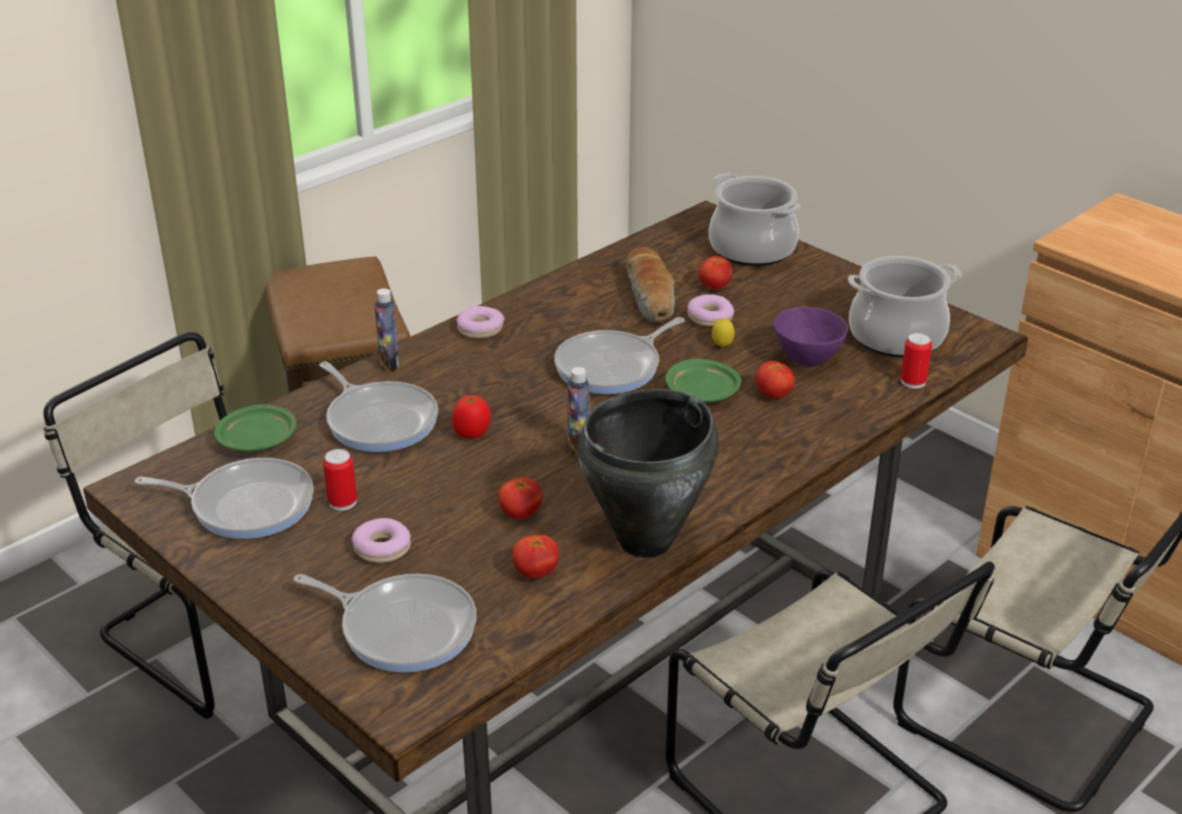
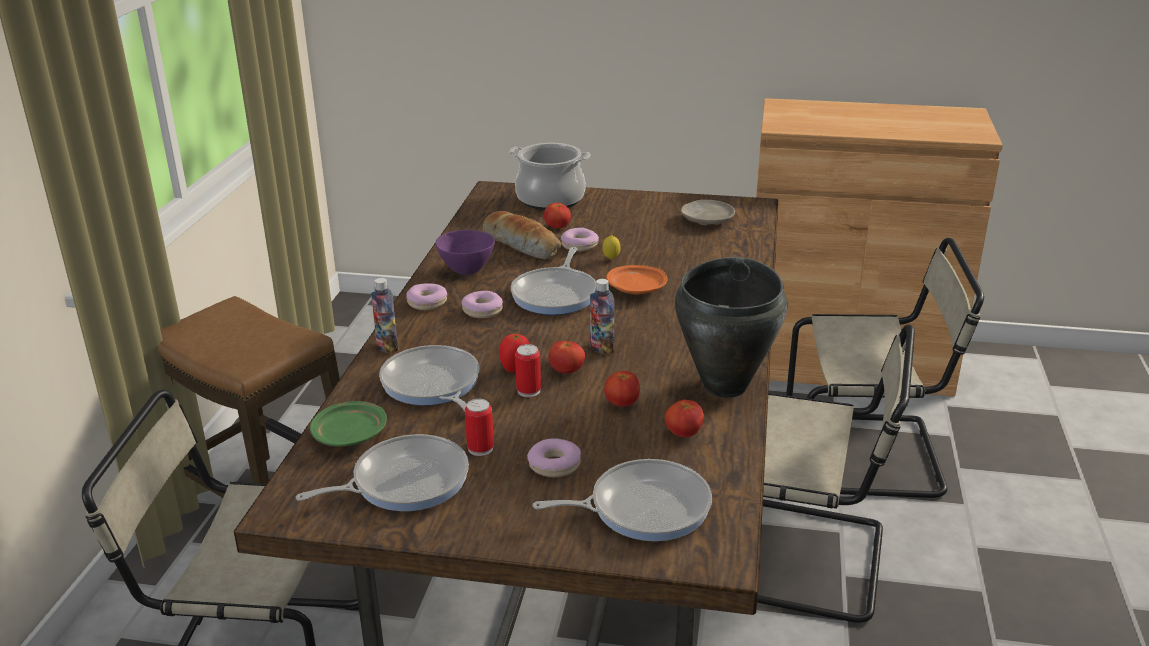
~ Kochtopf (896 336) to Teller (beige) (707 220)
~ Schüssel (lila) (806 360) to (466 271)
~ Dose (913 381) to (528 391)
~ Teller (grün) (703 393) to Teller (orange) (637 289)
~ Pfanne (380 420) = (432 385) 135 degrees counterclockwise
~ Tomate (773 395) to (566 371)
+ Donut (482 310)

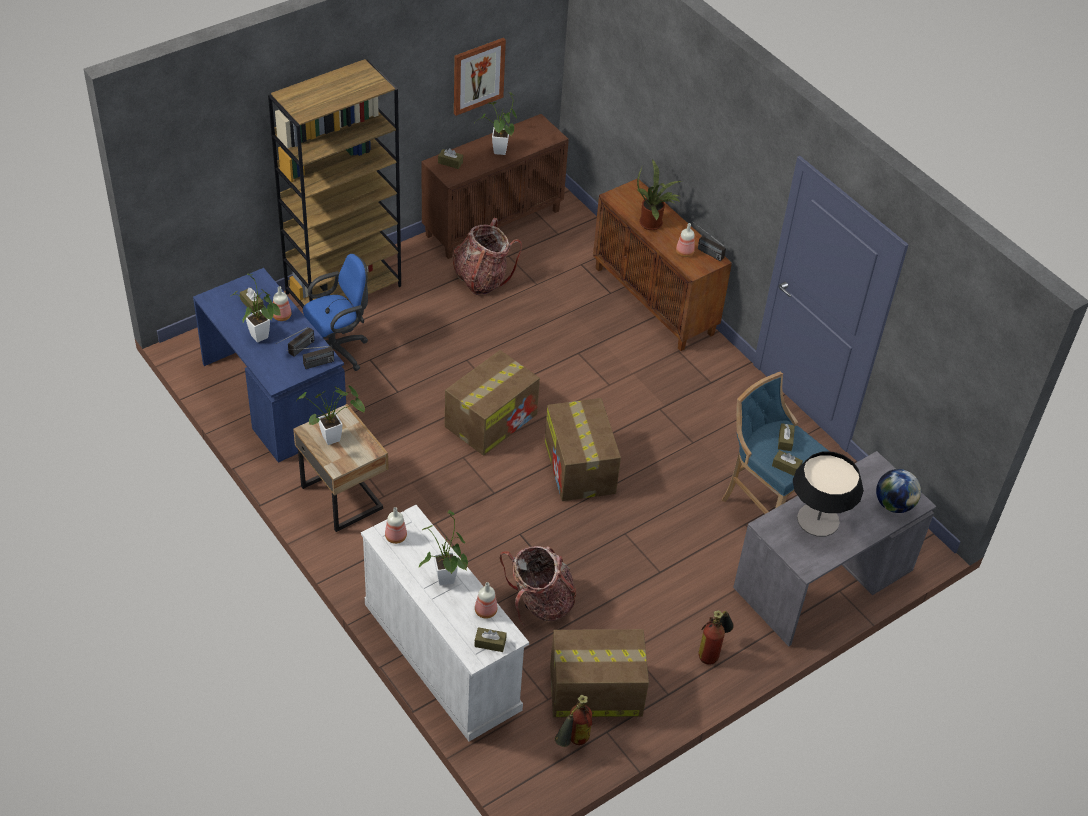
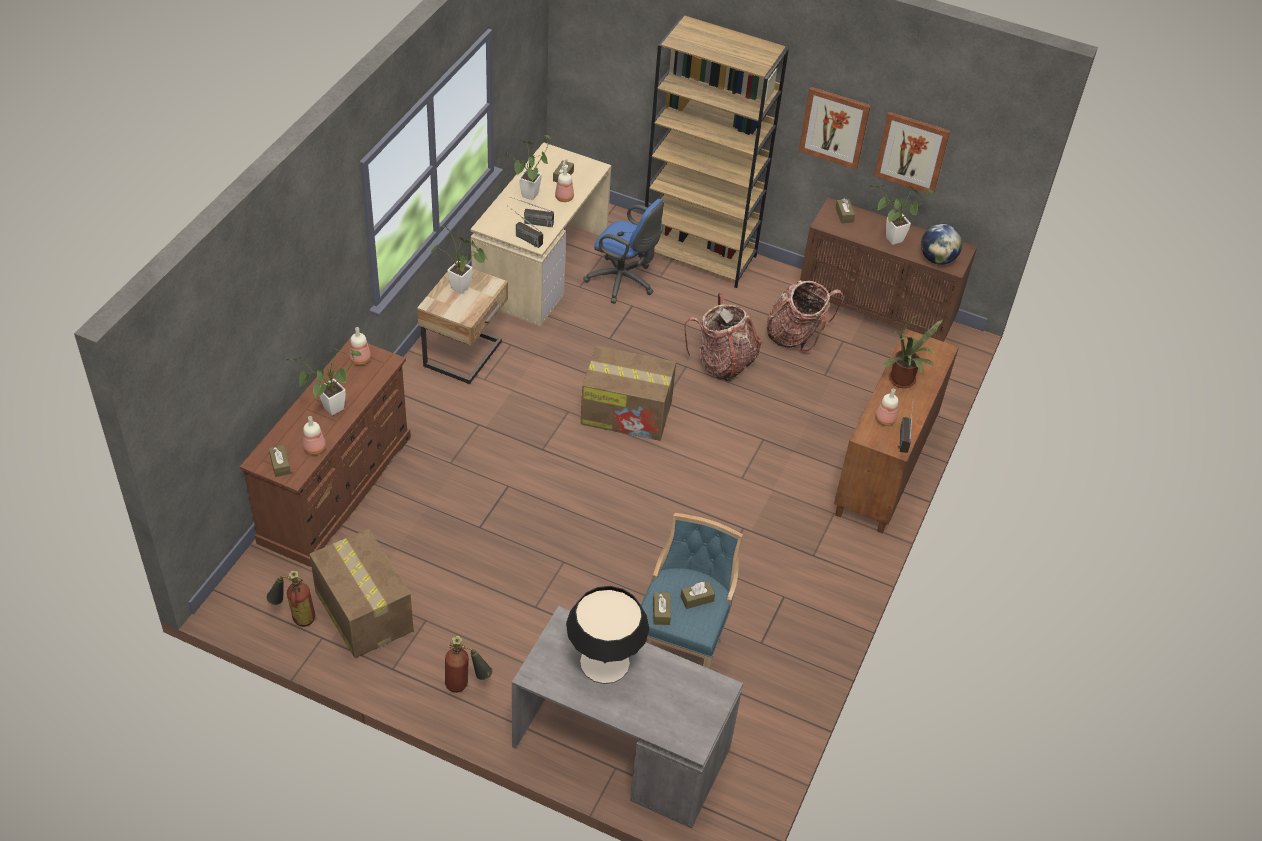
~ Schreibtisch (blau) (272 396) to Schreibtisch (beige) (541 267)
- Karton (580 468)
~ Globus (894 504) to (937 259)
~ Kommode (weiß) (441 655) to Kommode (braun) (336 488)
~ Rucksack (540 603) to (723 362)
+ Bild (834 127)

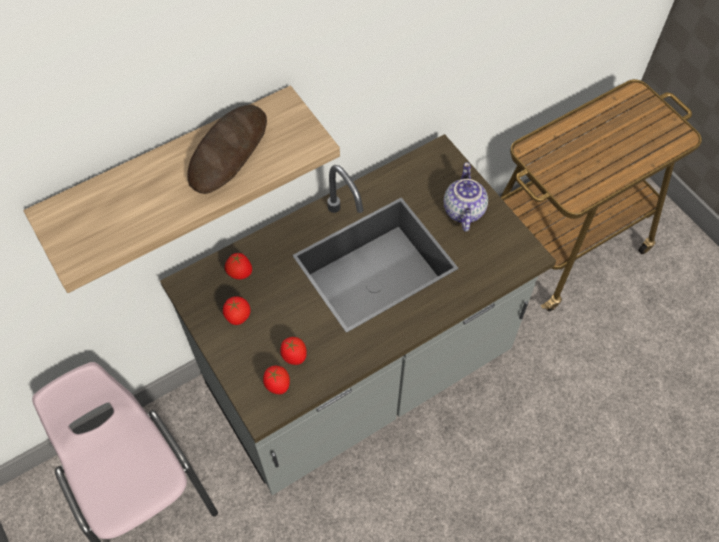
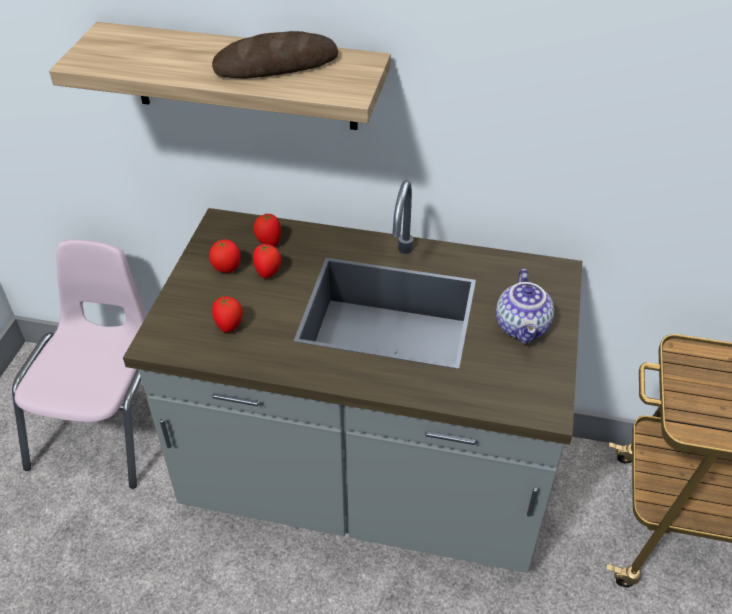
~ Teekanne (462 210) = (523 327) 135 degrees clockwise
~ Tomate (277 385) to (268 273)

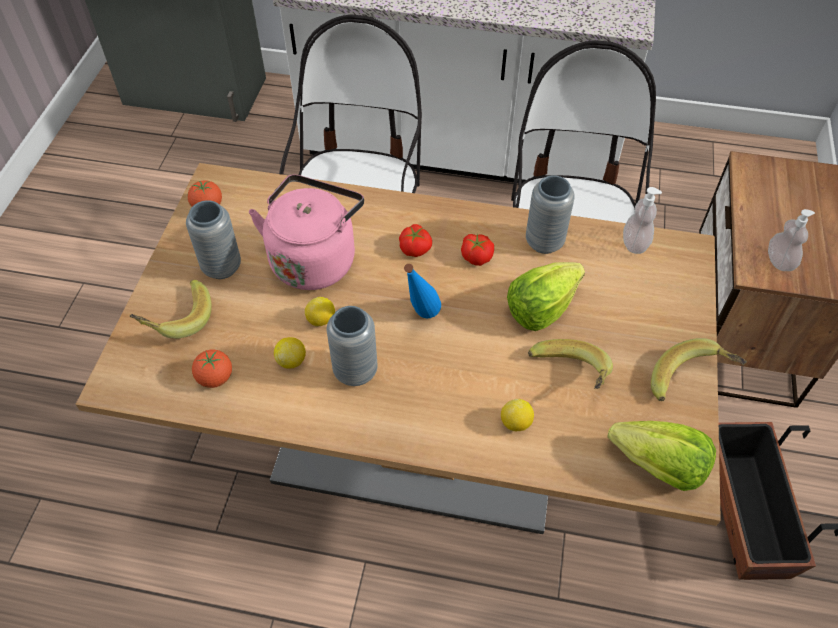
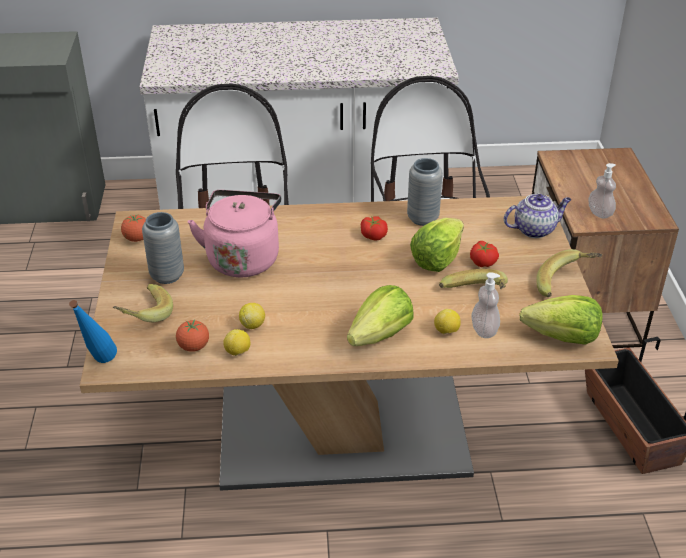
~ Seifenspender (635 243) to (484 330)
~ Tomate (415 248) to (483 262)
~ Flasche (blau) (420 320) to (100 365)
~ Zitrone (321 320) to (238 352)
- Vase (grau) (355 371)
+ Teekanne (535 229)
+ Salatkopf (380 335)

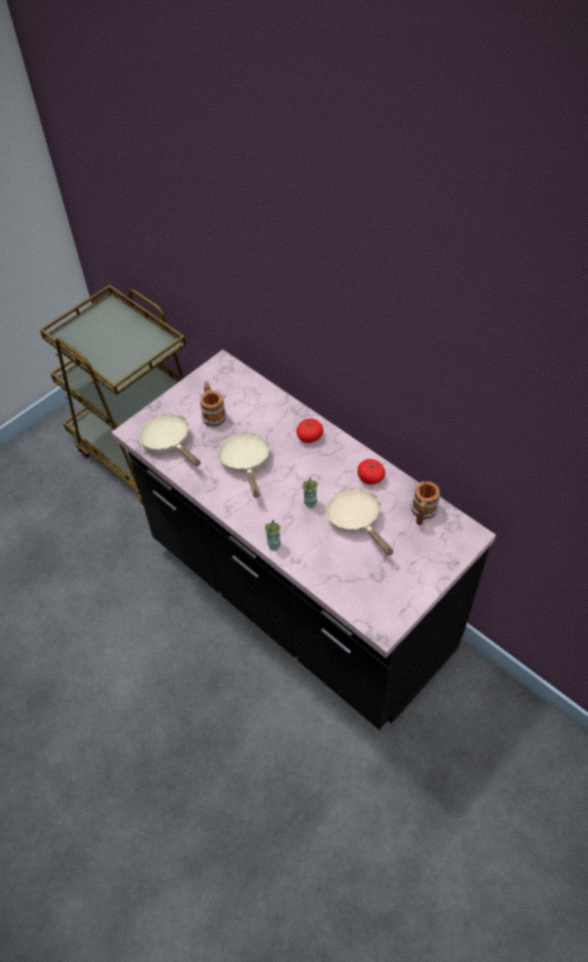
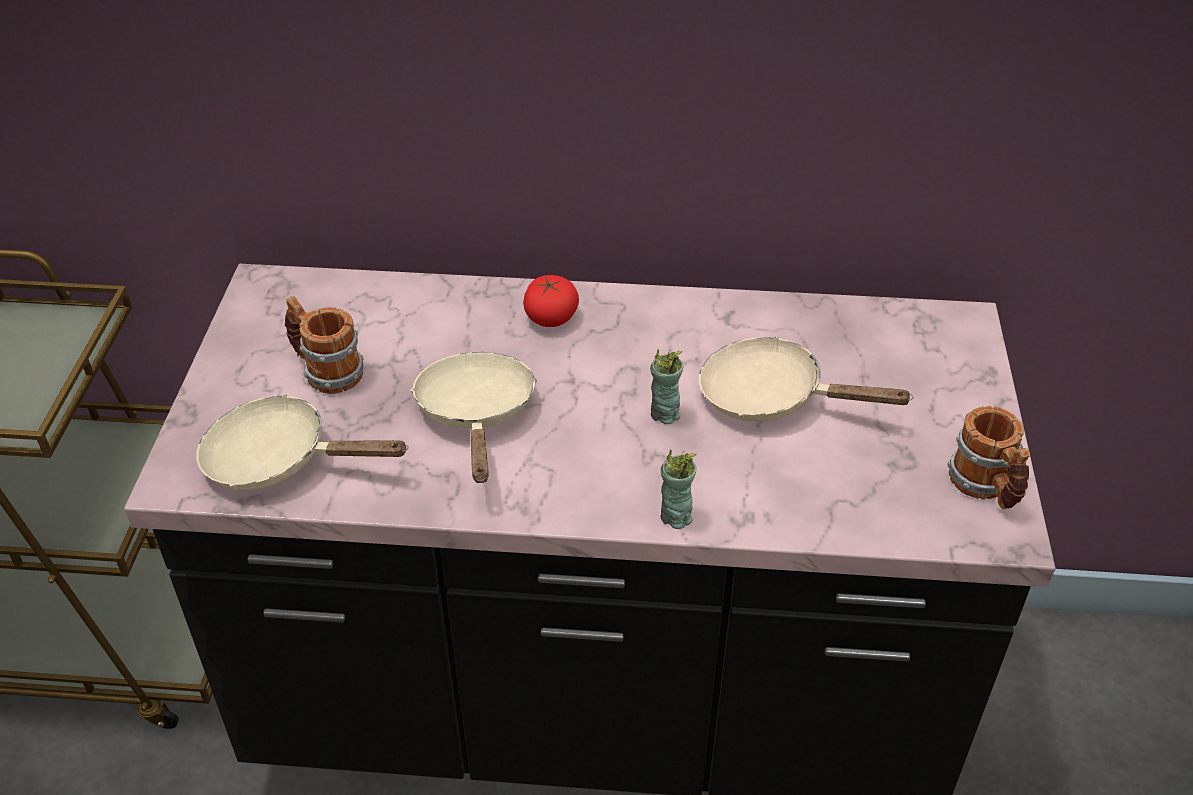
~ Pfanne (beige) (246 462) = (477 414) 45 degrees clockwise
- Tomate (370 477)
~ Henkelbecher (422 514) to (986 487)

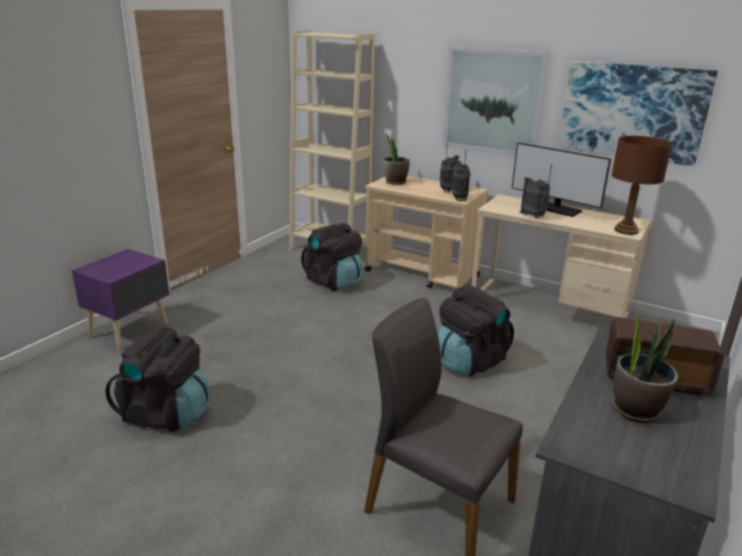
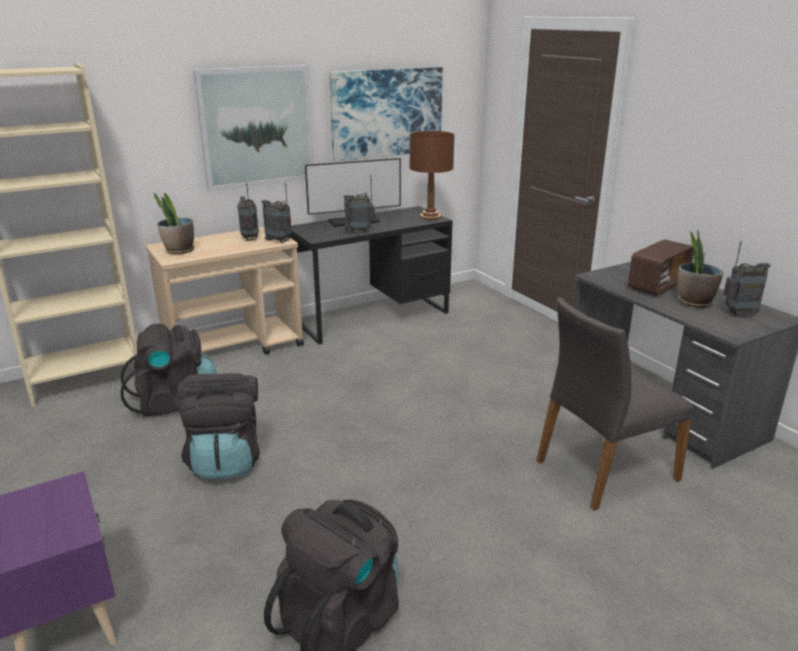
~ Schreibtisch (beige) (548 307) to Schreibtisch (schwarz) (372 317)
~ Rucksack (schwarz) (469 361) to (226 460)
+ Radio (740 313)

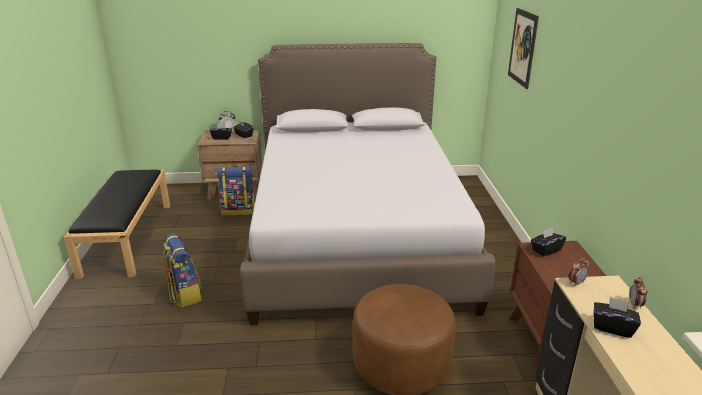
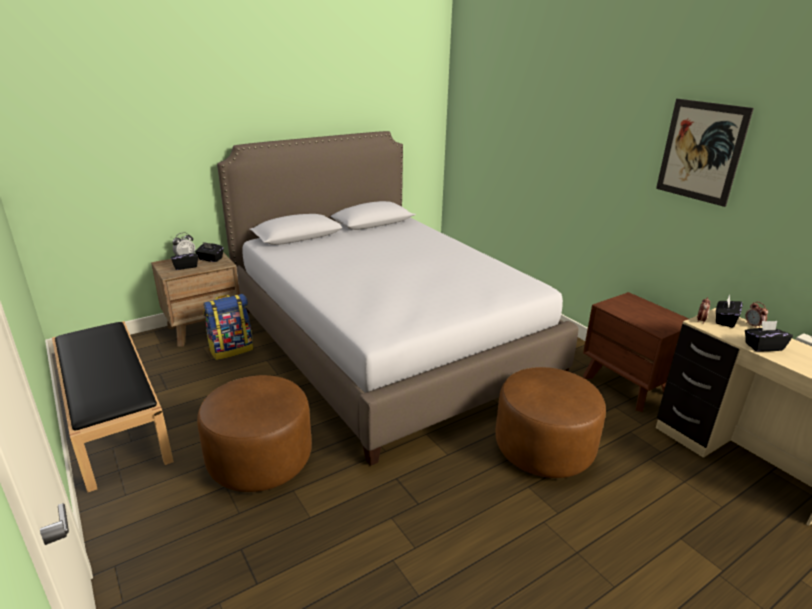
~ Bild (522 47) to (701 151)
~ Taschentuchbox (schwarz) (546 250) to (725 320)
~ Rucksack (184 294) to Polsterhocker (braun) (260 460)

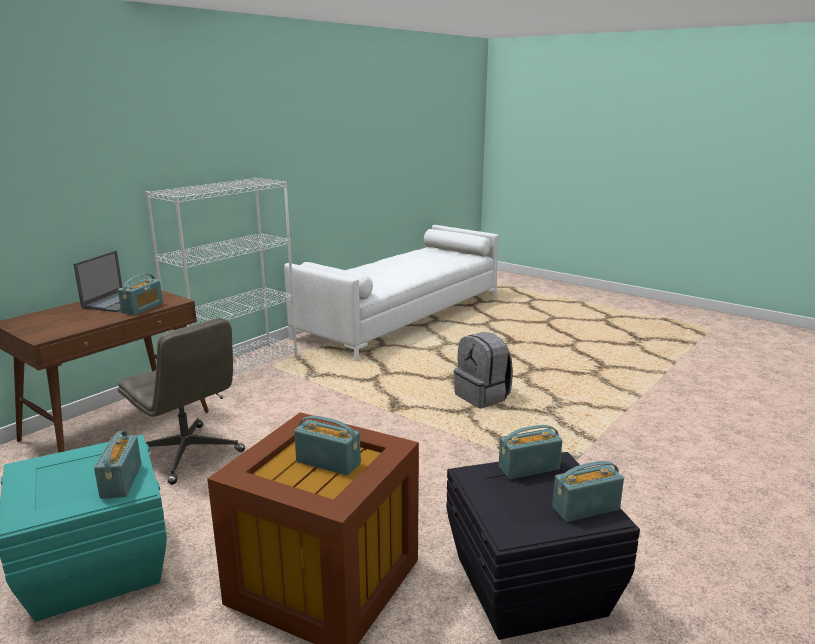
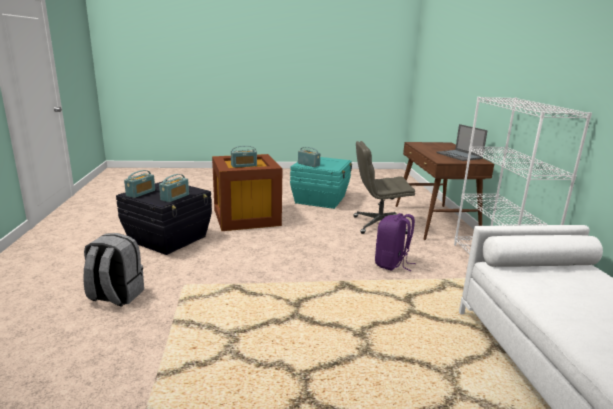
- Radio (142 308)
~ Rucksack (grau) (483 397) to (115 296)
+ Rucksack (lila) (392 263)

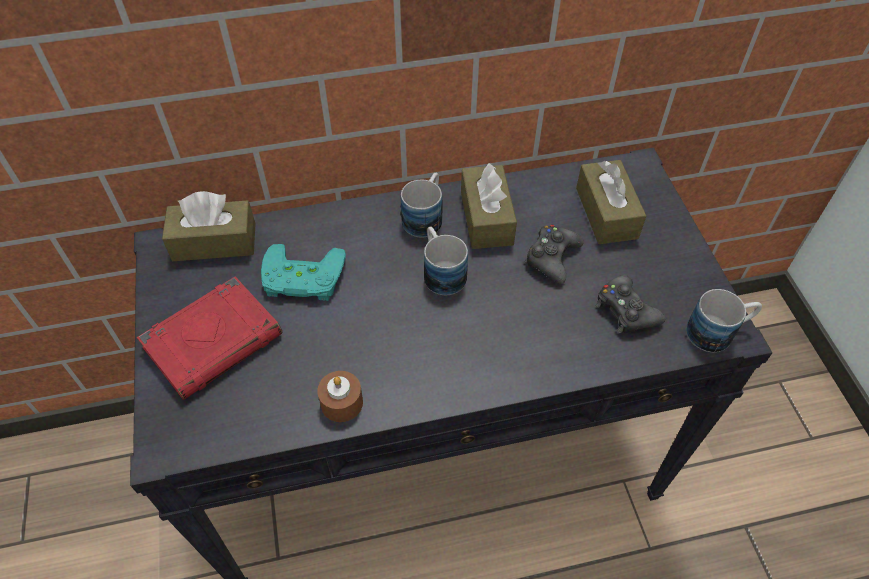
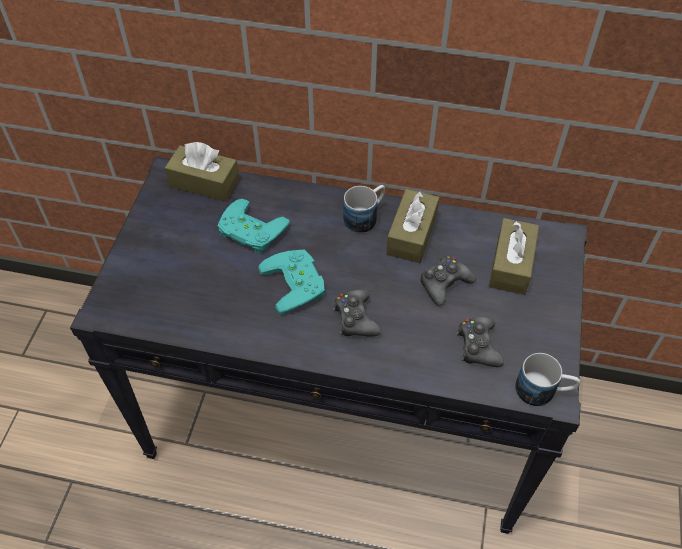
- Henkelbecher (441 271)
- Buch (rot) (214 341)
- Kerze (braun) (342 403)
+ Gamepad (türkis) (298 283)
+ Gamepad (schwarz) (355 319)

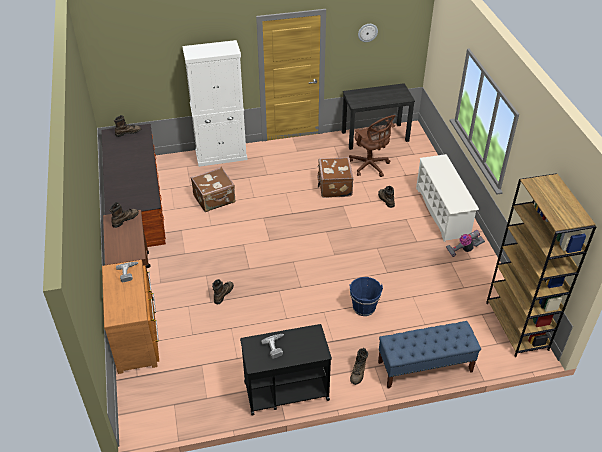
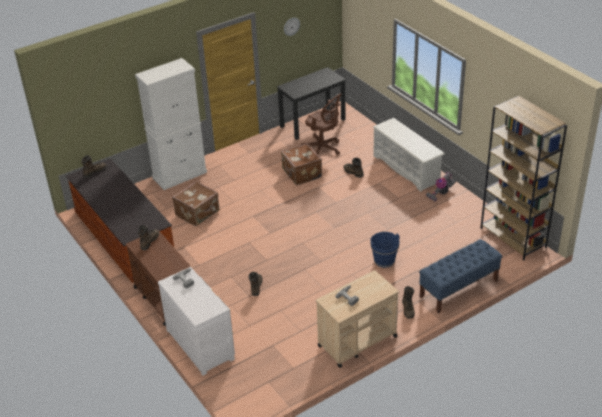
~ Kommode (braun) (137 338) to Kommode (weiß) (201 343)
~ Rollwagen (schwarz) (285 390) to Rollwagen (beige) (356 341)

